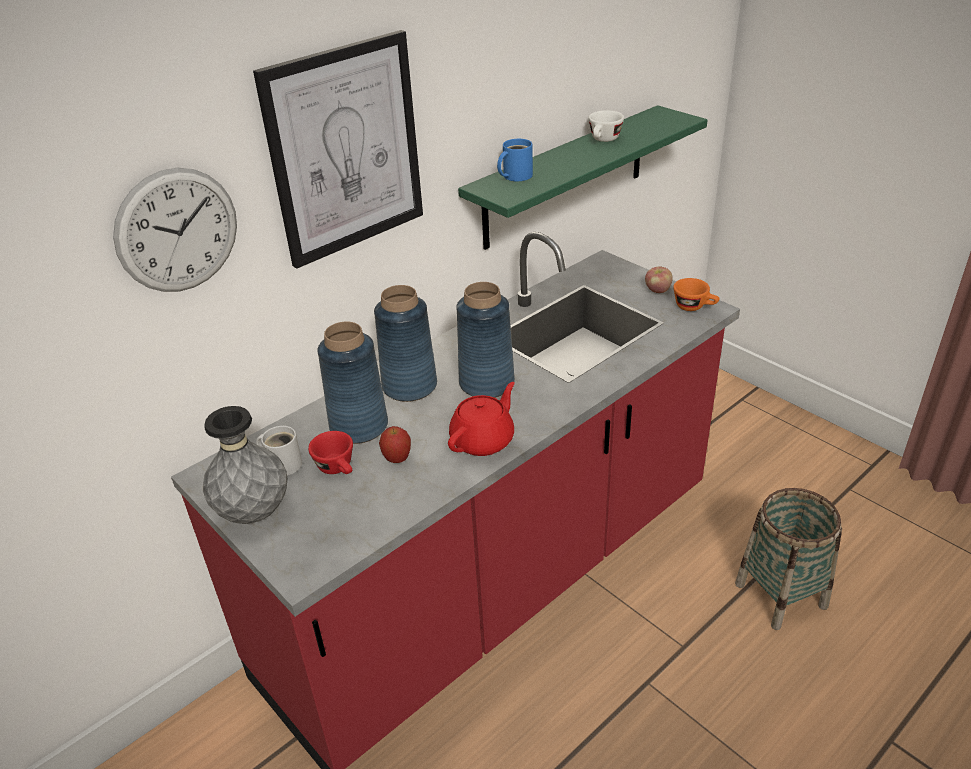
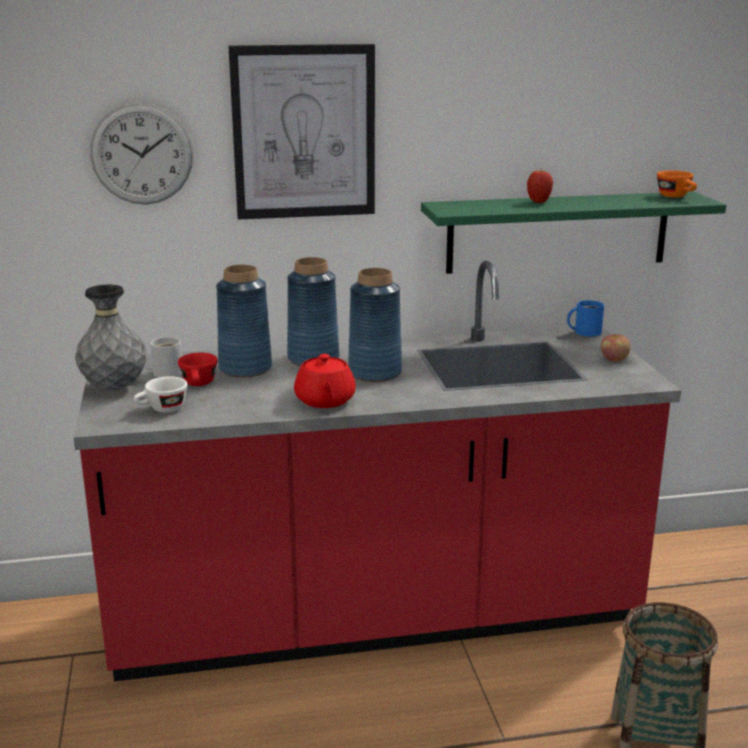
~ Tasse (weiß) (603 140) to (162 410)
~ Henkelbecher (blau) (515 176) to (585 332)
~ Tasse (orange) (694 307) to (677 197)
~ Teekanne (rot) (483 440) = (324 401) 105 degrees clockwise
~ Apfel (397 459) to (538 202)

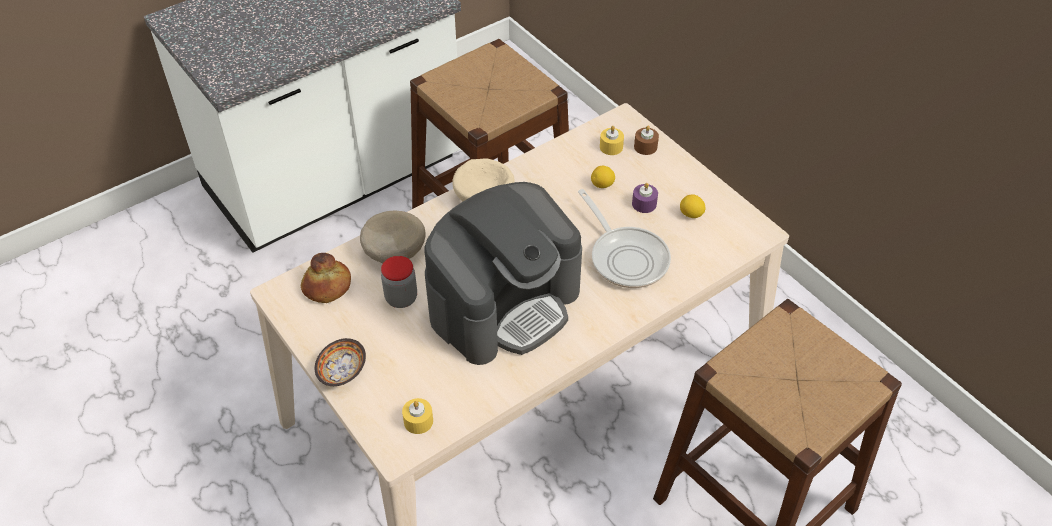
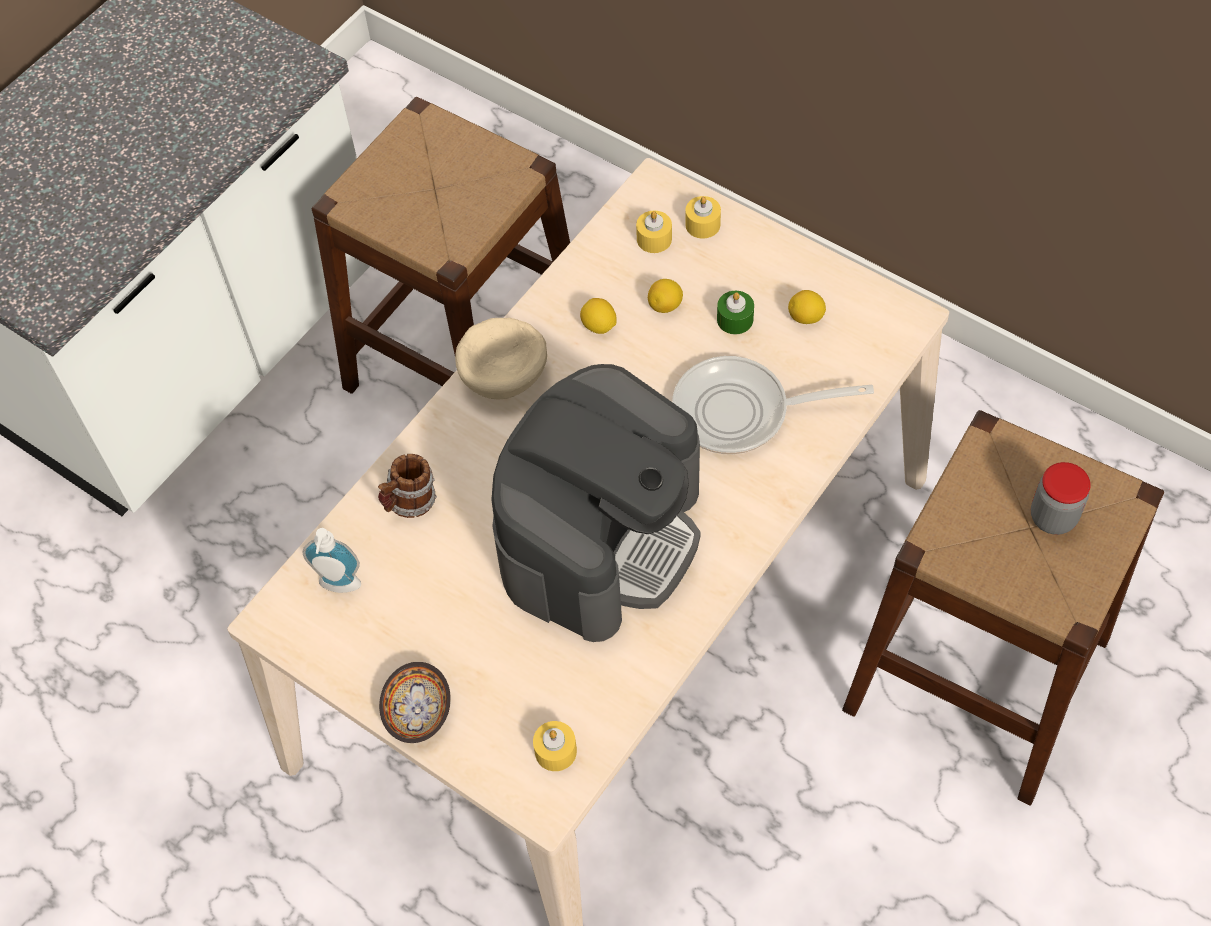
~ Kerze (braun) (645 147) to Kerze (gelb) (702 224)
~ Kerze (lila) (644 204) to Kerze (grün) (735 319)
~ Pfanne (626 257) = (741 412) 135 degrees clockwise
~ Schüssel (beige) (393 252) to Henkelbecher (410 503)
~ Brot (327 287) to Seifenspender (339 588)
~ Vorratsglas (401 298) to (1053 517)
+ Zitrone (598 326)

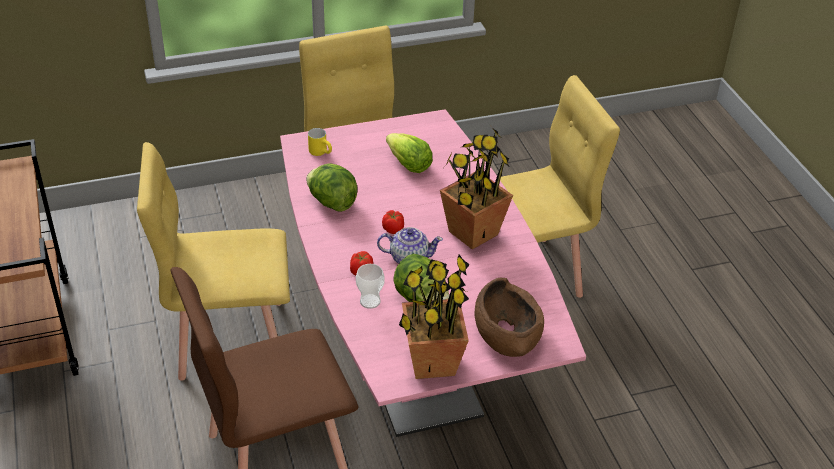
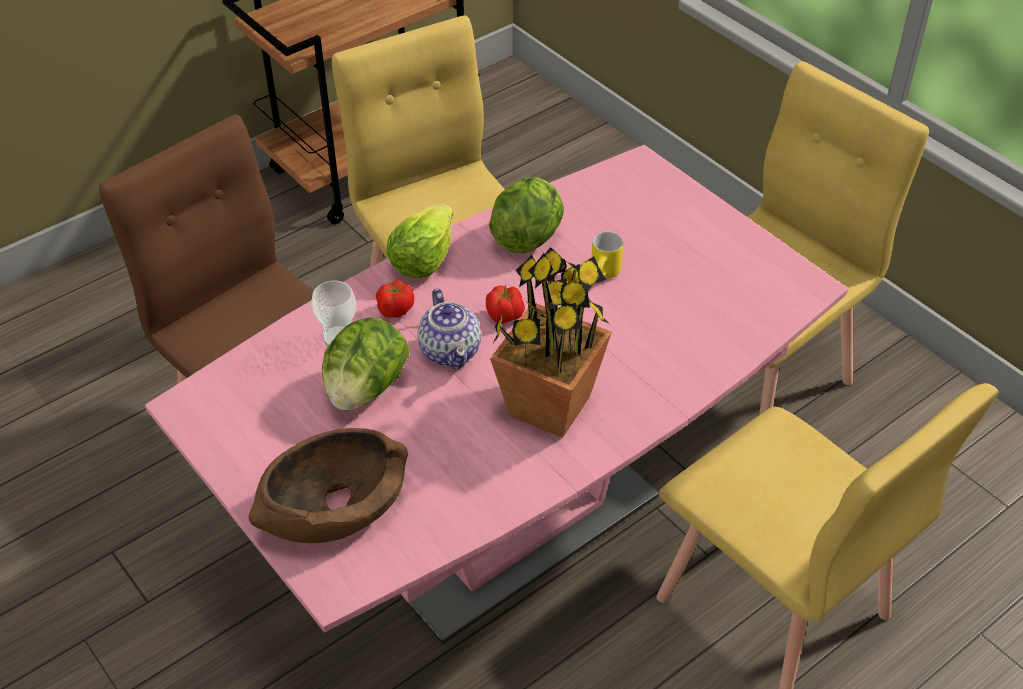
~ Henkelbecher (gelb) (321 152) to (605 275)
~ Salatkopf (409 165) to (422 260)
- Topfpflanze (431 362)

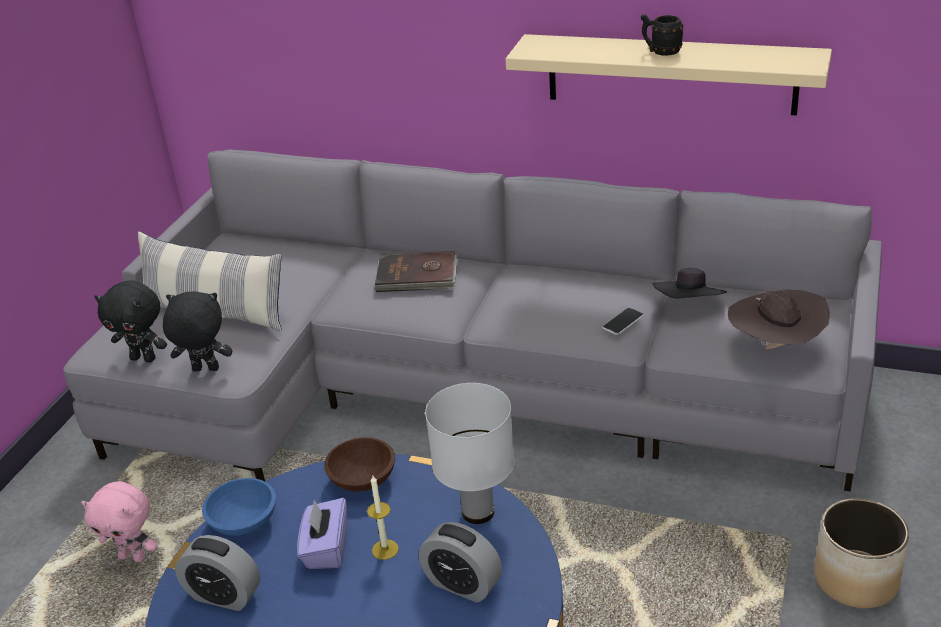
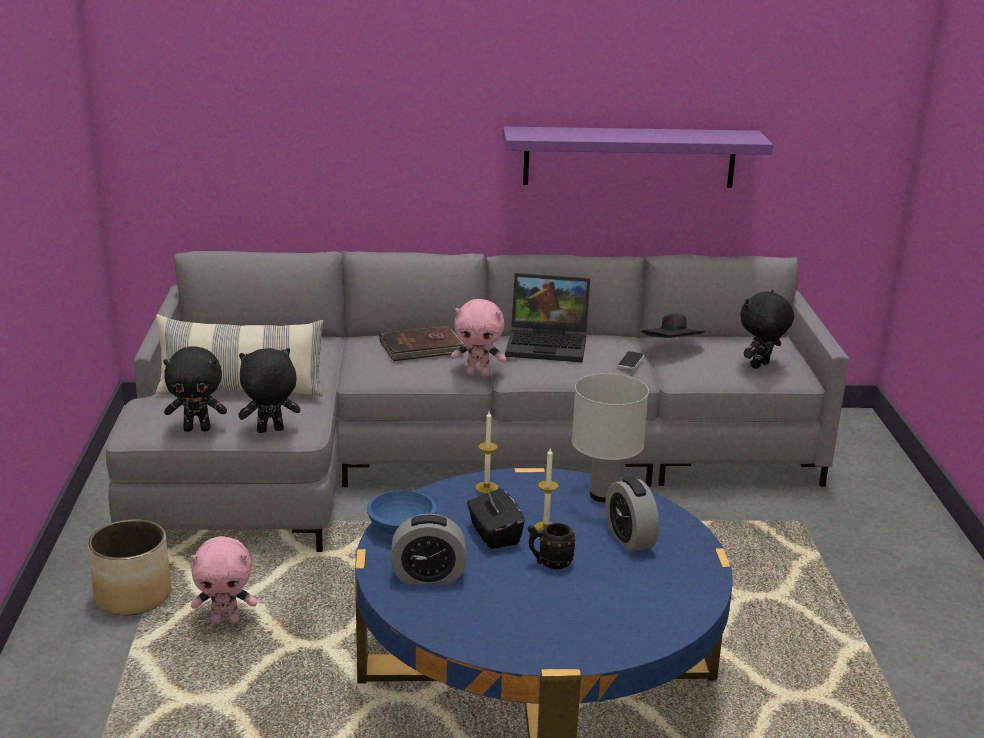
~ Henkelbecher (schwarz) (661 52) to (549 563)
~ Wandregal (beige) (670 74) to Wandregal (lila) (629 157)
~ Hut (braun) (775 347) to Plüschtier (schwarz) (760 366)
~ Schüssel (braun) (364 479) to Kerze (486 487)
~ Taschentuchbox (lila) (326 549) to Taschentuchbox (schwarz) (494 535)
~ Pflanzkübel (856 579) to (133 596)
~ Wecker (462 584) = (629 539) 60 degrees clockwise
+ Laptop (549 344)
+ Plüschtier (rosa) (478 374)

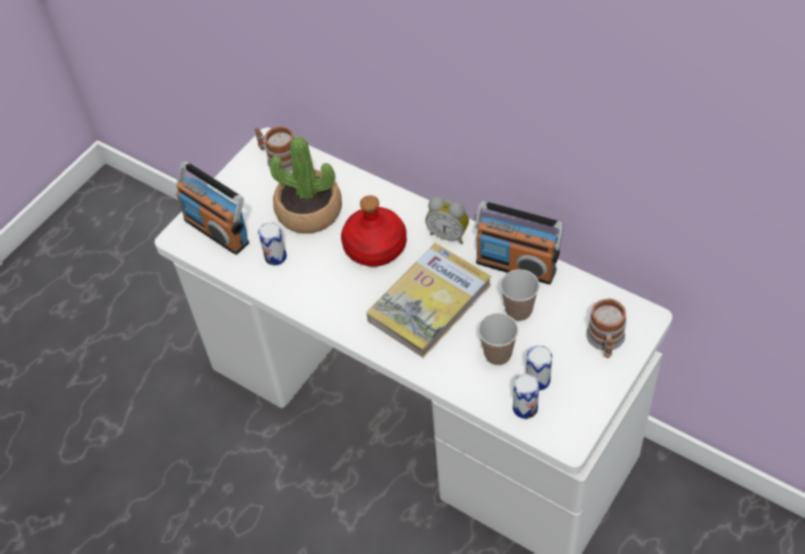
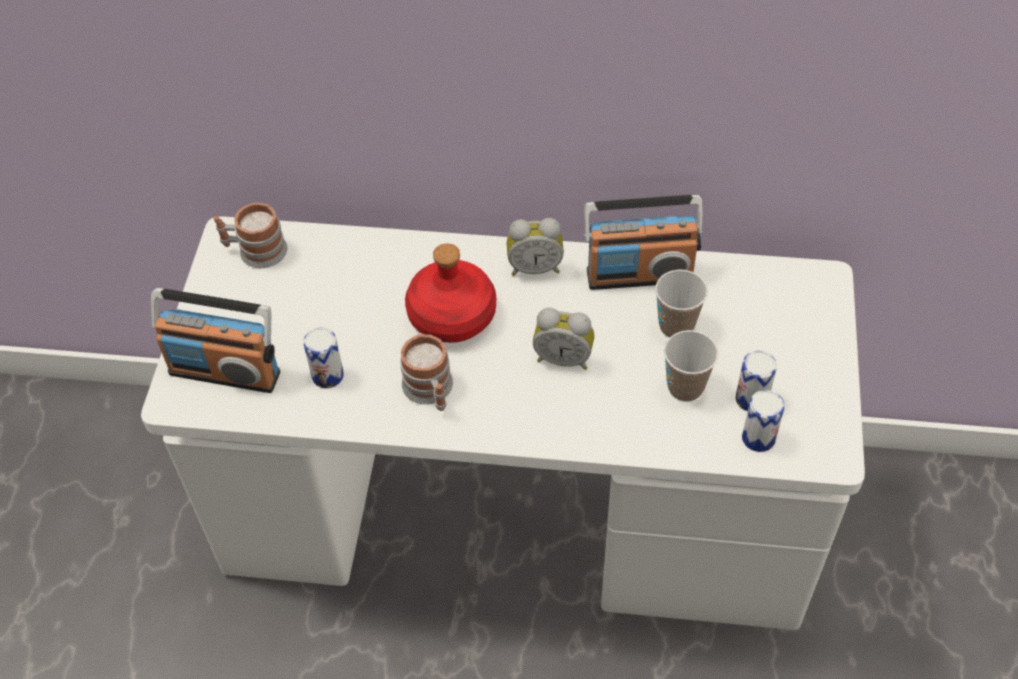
- Topfpflanze (309 211)
~ Buch (429 303) to Wecker (563 358)
~ Henkelbecher (605 341) to (431 391)

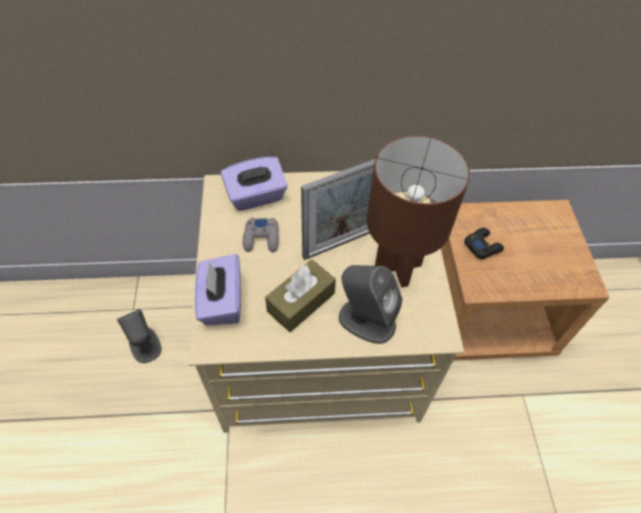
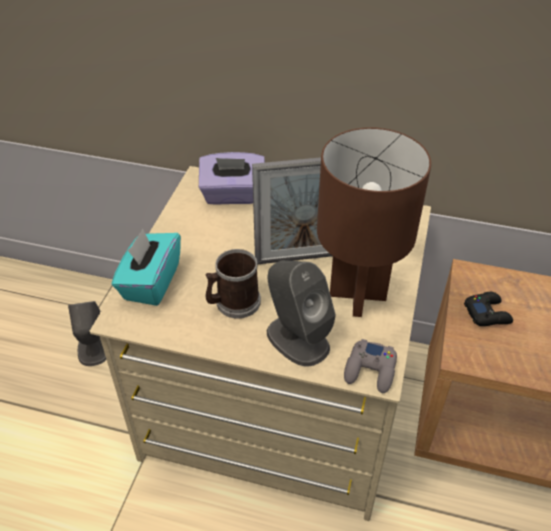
~ Gamepad (grau) (262 238) to (370 370)
~ Taschentuchbox (lila) (221 302) to Taschentuchbox (türkis) (151 282)
~ Taschentuchbox (braun) (301 302) to Henkelbecher (233 303)

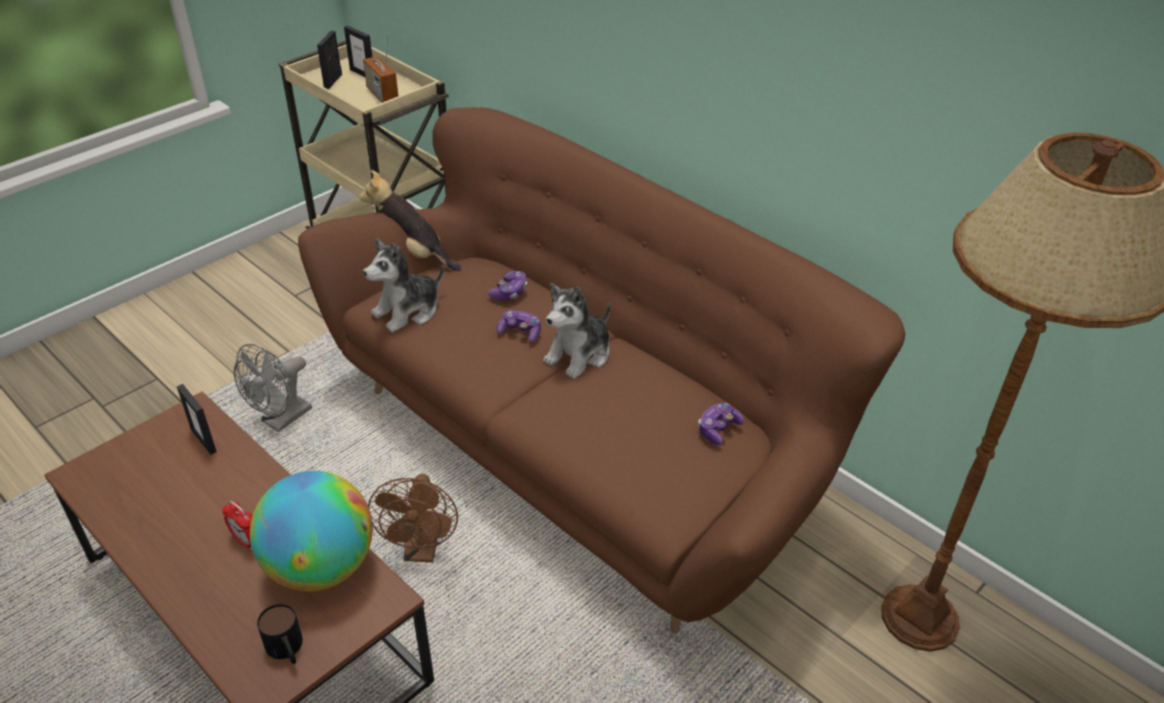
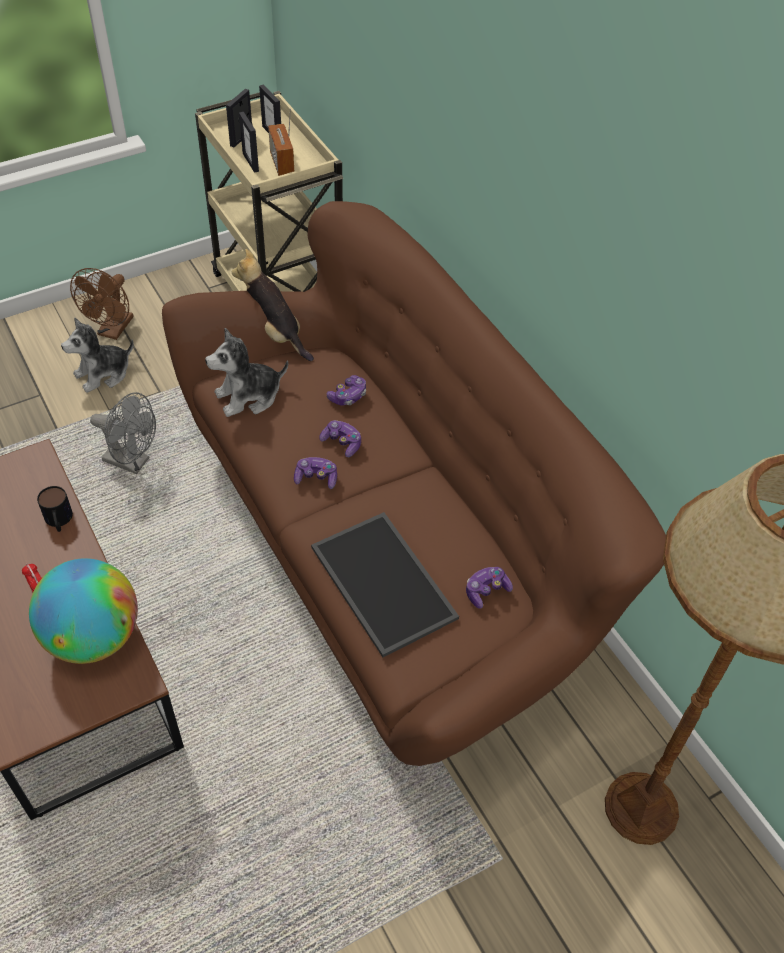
~ Plüschtier (579 355) to (103 374)
~ Ventilator (grau) (281 420) = (132 462) 120 degrees counterclockwise
~ Bilderrahmen (204 440) to (251 162)
~ Ventilator (braun) (422 550) to (113 330)
~ Henkelbecher (287 650) to (59 521)
+ Gamepad (316 478)
+ Tablett (386 582)

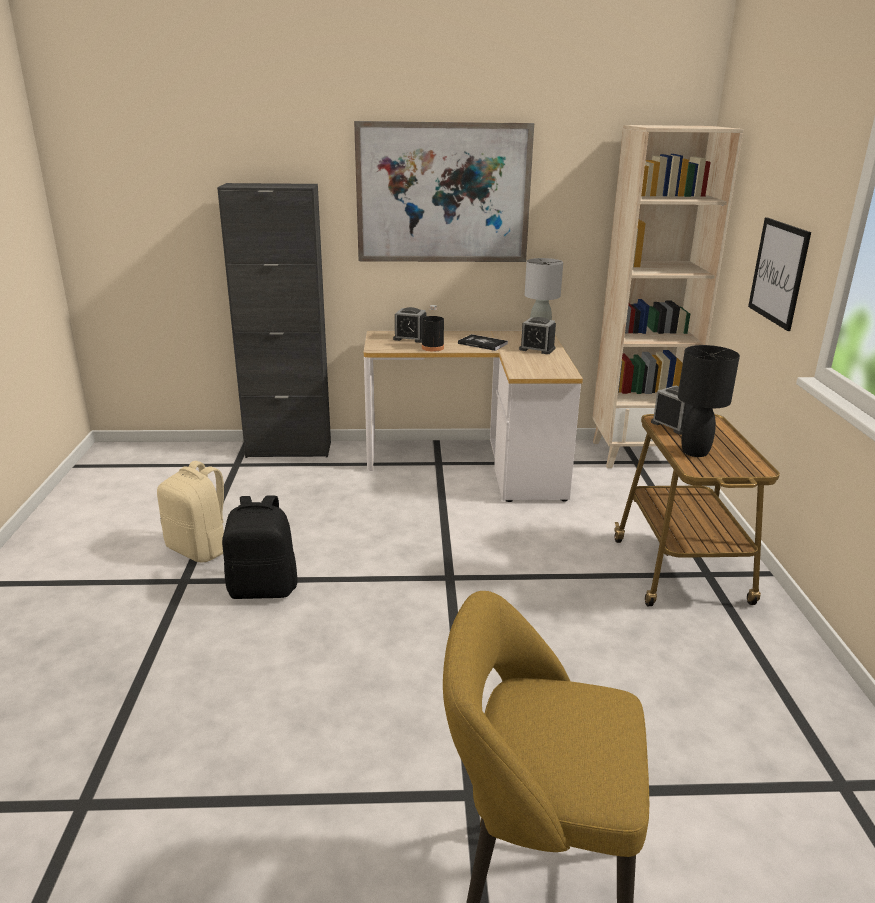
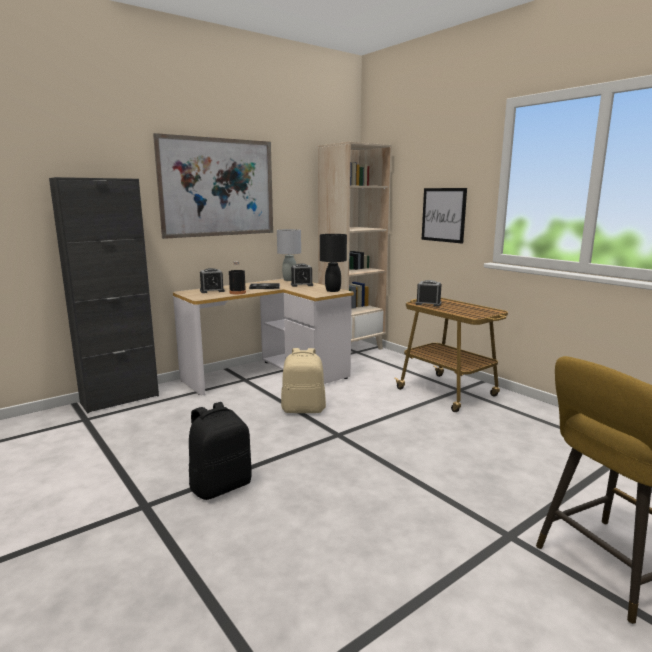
~ Tischlampe (schwarz) (695 452) to (333 290)
~ Rucksack (beige) (200 549) to (303 409)

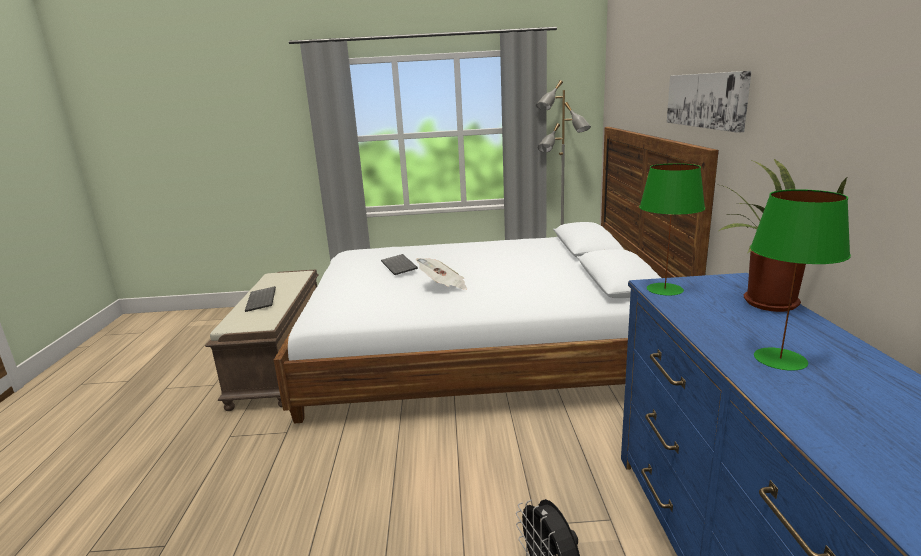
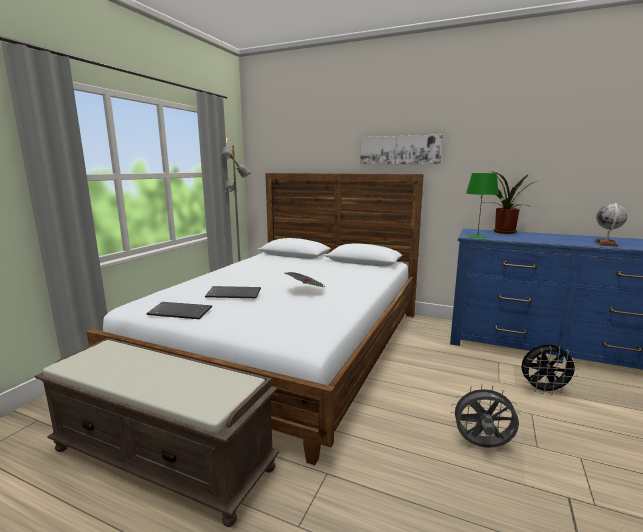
- Tischlampe (grün) (779 359)
~ Tastatur (262 300) to (181 311)
+ Globus (606 244)
+ Ventilator (grau) (482 446)

